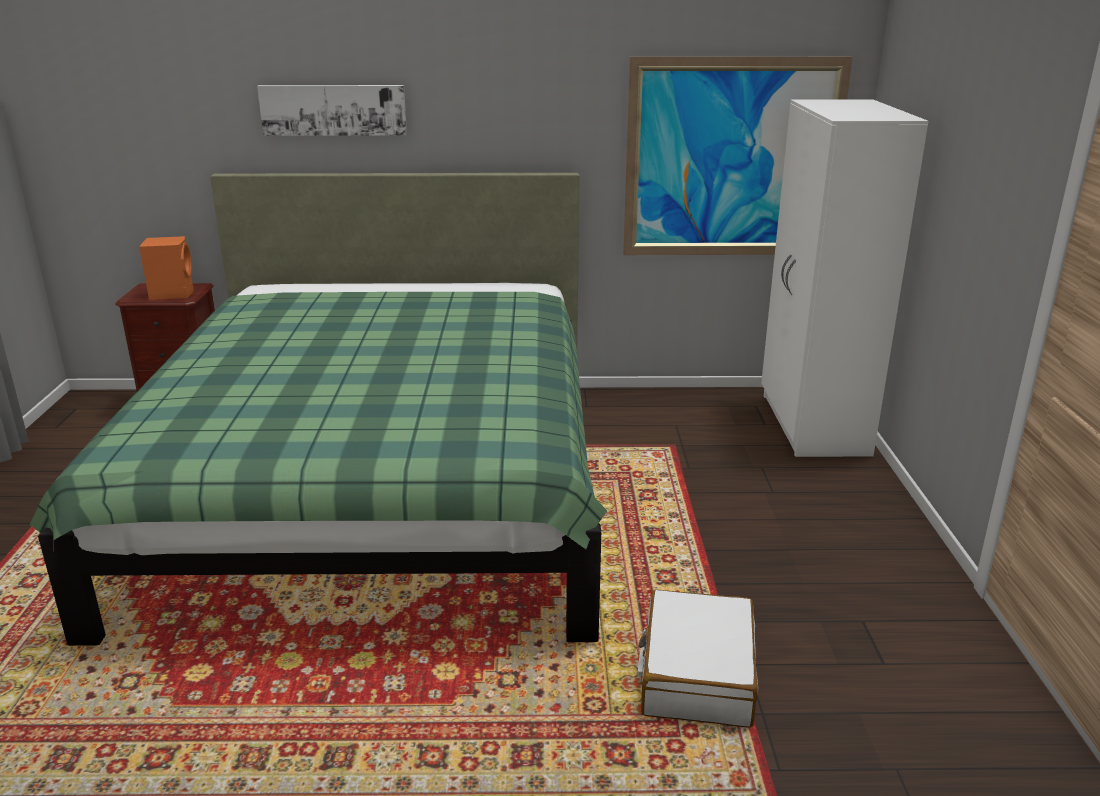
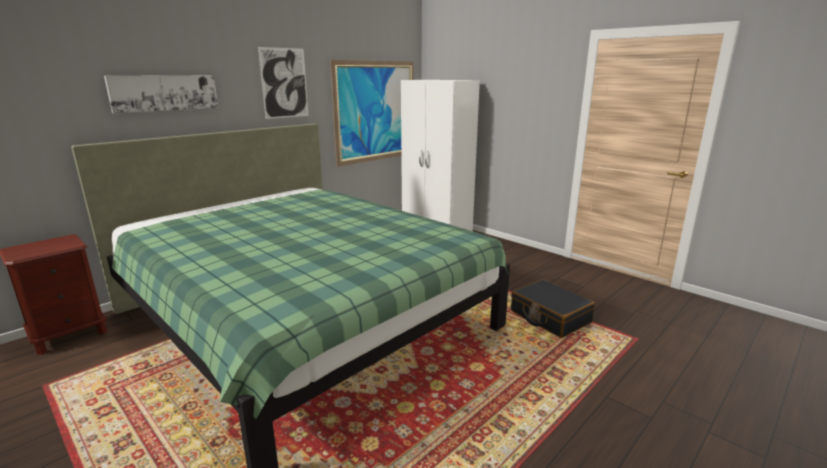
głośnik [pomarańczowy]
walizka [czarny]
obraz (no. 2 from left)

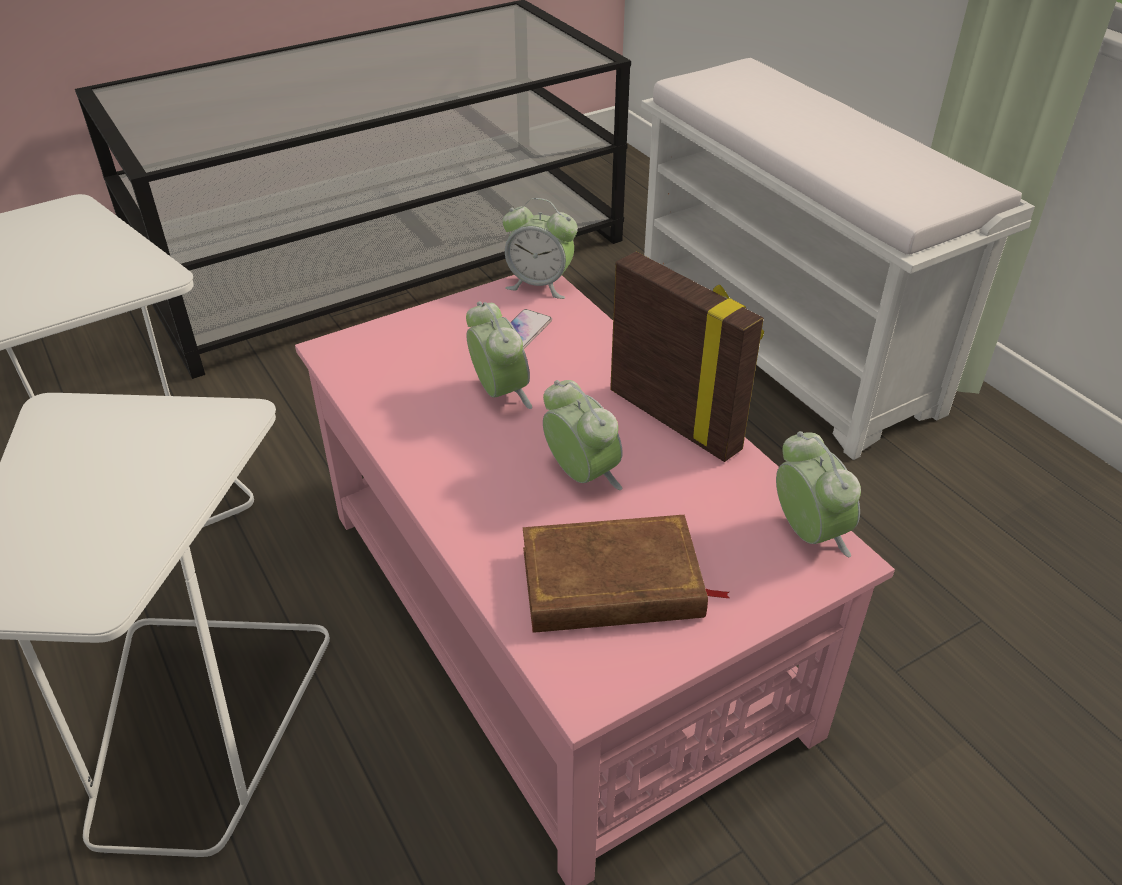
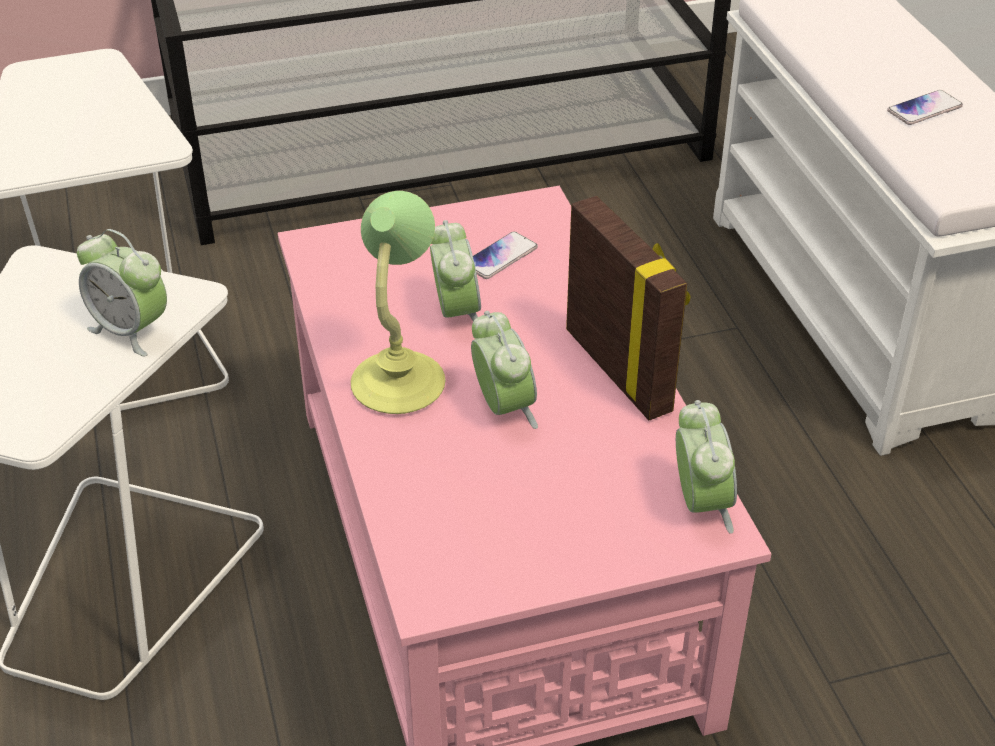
budzik (no. 1 from left)
książka [brązowy]
telefon (no. 2 from left)
lampa stołowa

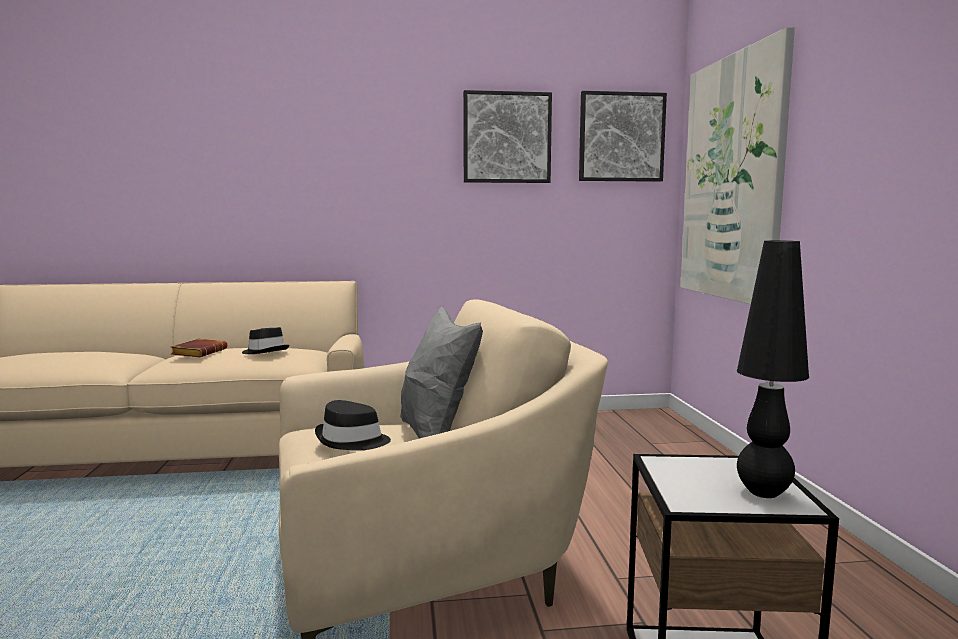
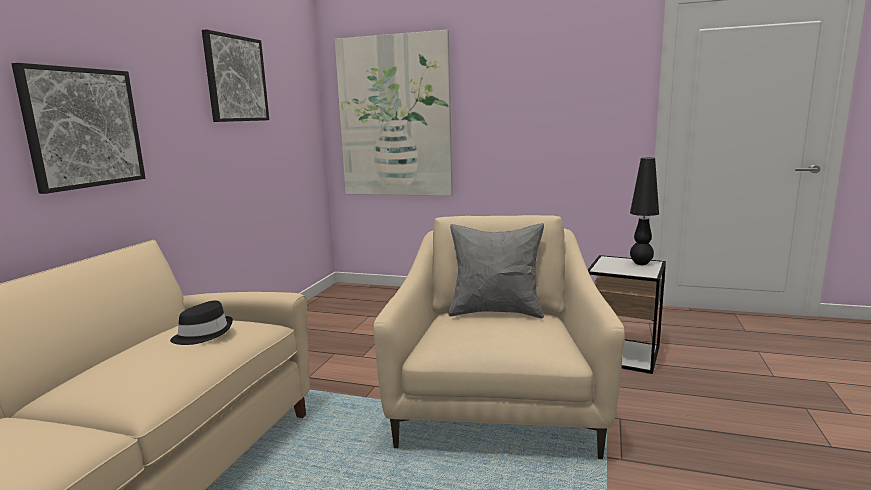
obraz (no. 1 from left)
książka [brązowy]
kapelusz [czarny] (no. 2 from left in the first image)

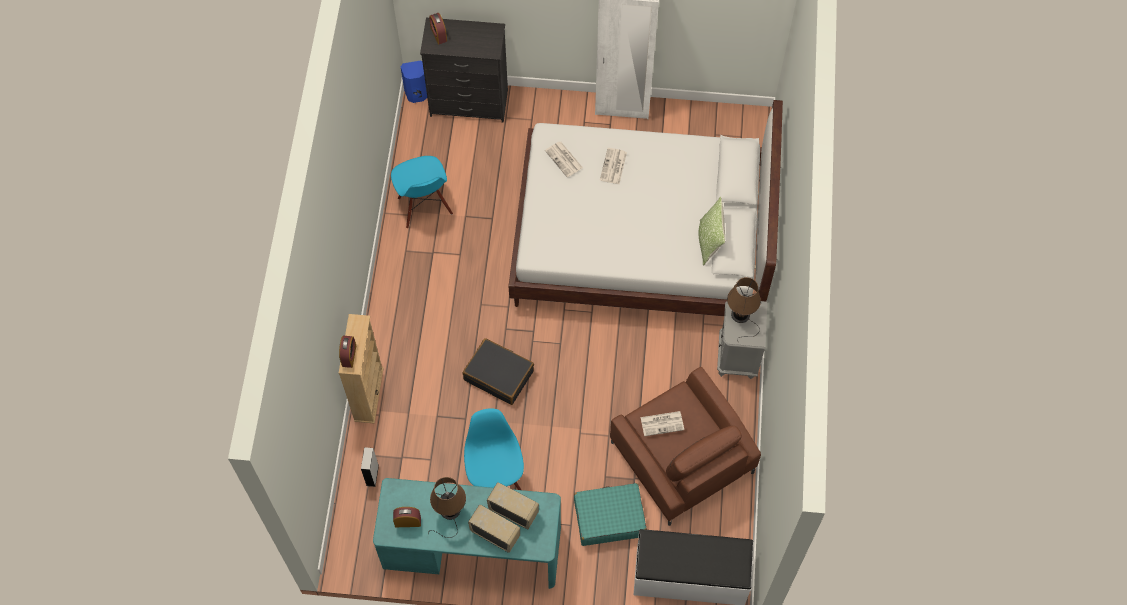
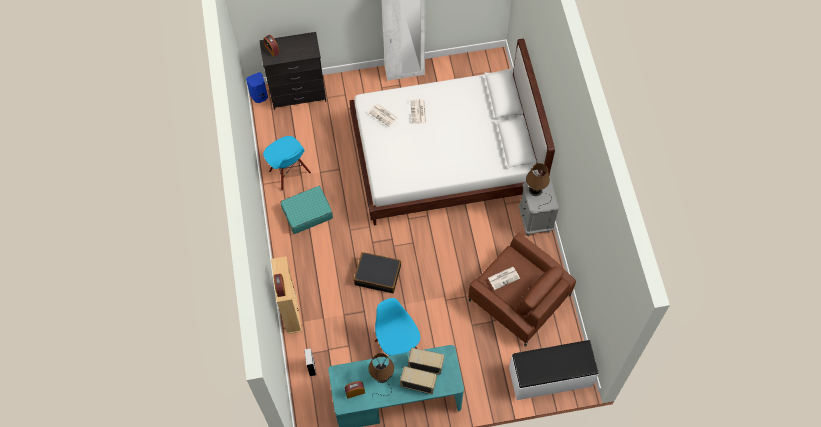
poduszka
walizka [turkusowy]

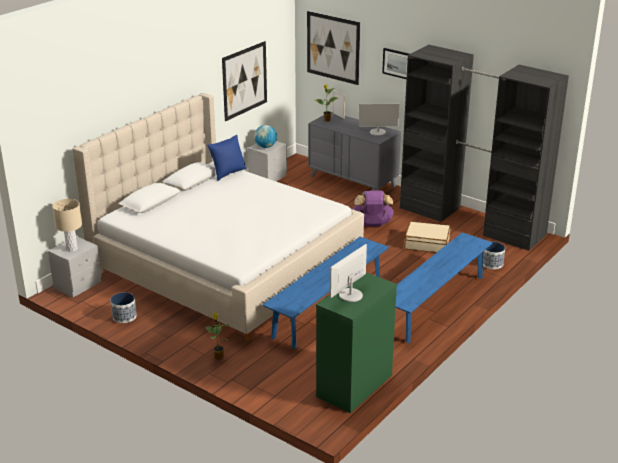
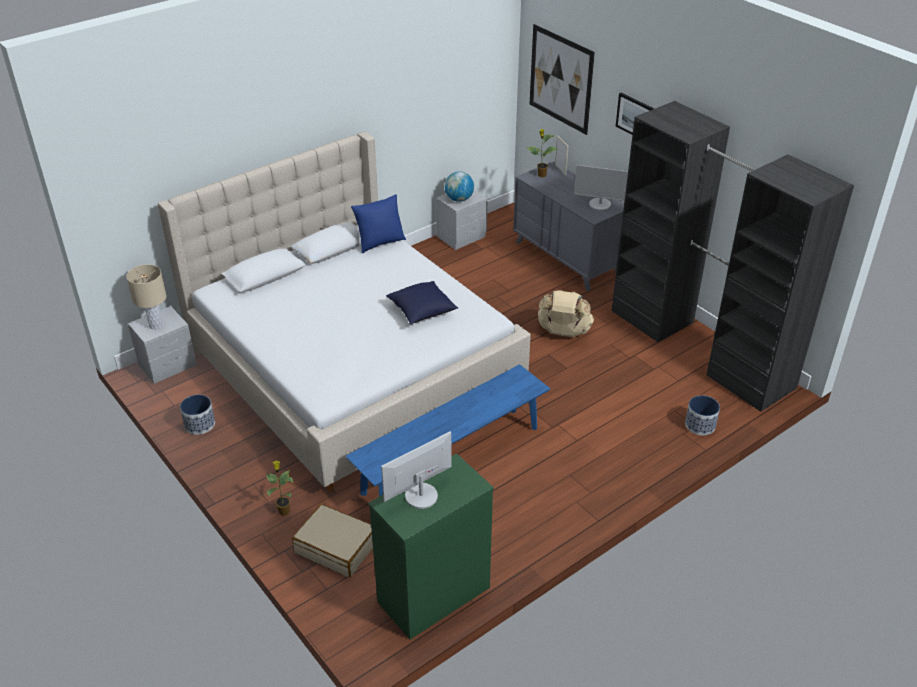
obraz (no. 1 from left in the first image)
plecak [beżowy]
walizka [beżowy]
ławka [niebieski] (no. 2 from left in the first image)
poduszka [niebieski] (no. 2 from left)

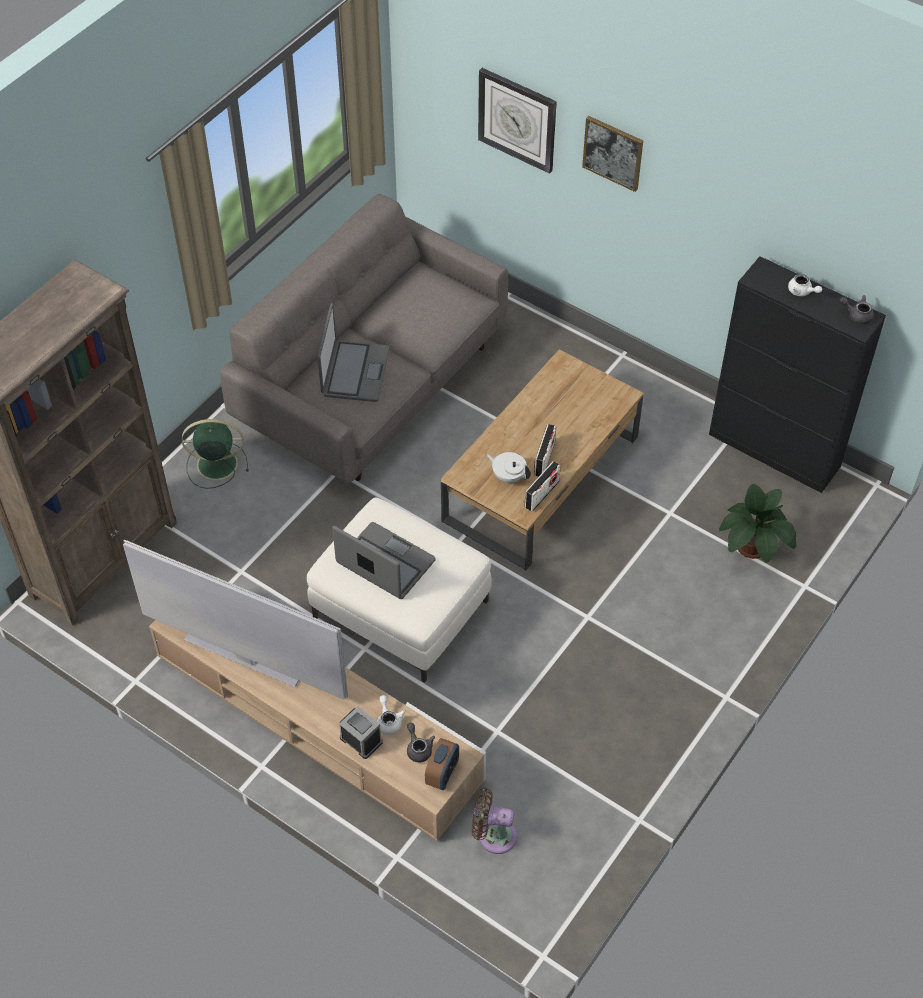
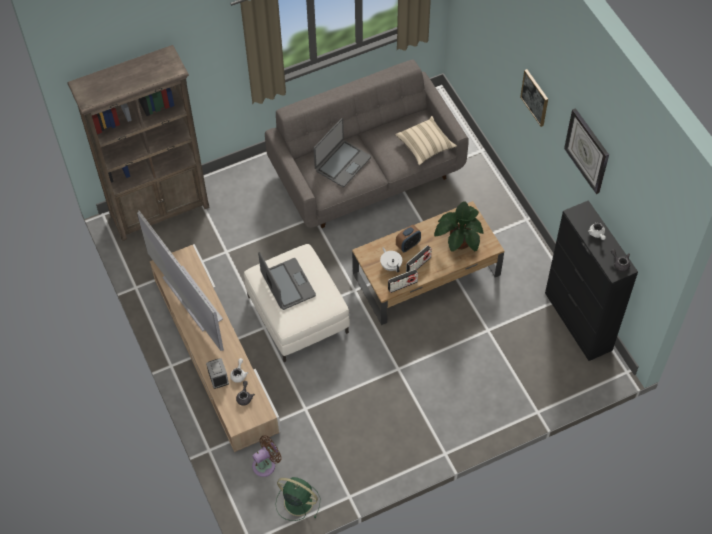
zegar ścienny
wentylator [zielony]
roślina doniczkowa
budzik (no. 2 from left)
wentylator [brązowy]
poduszka [beżowy]

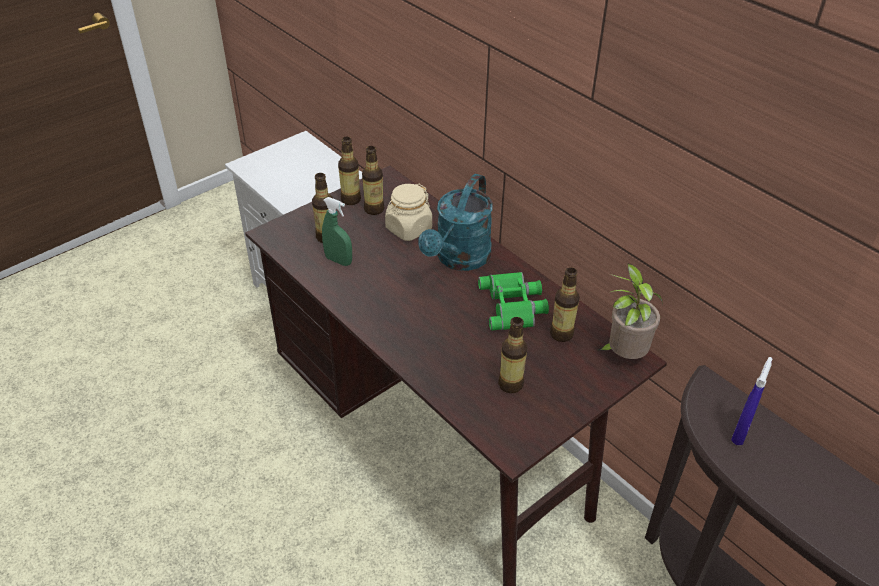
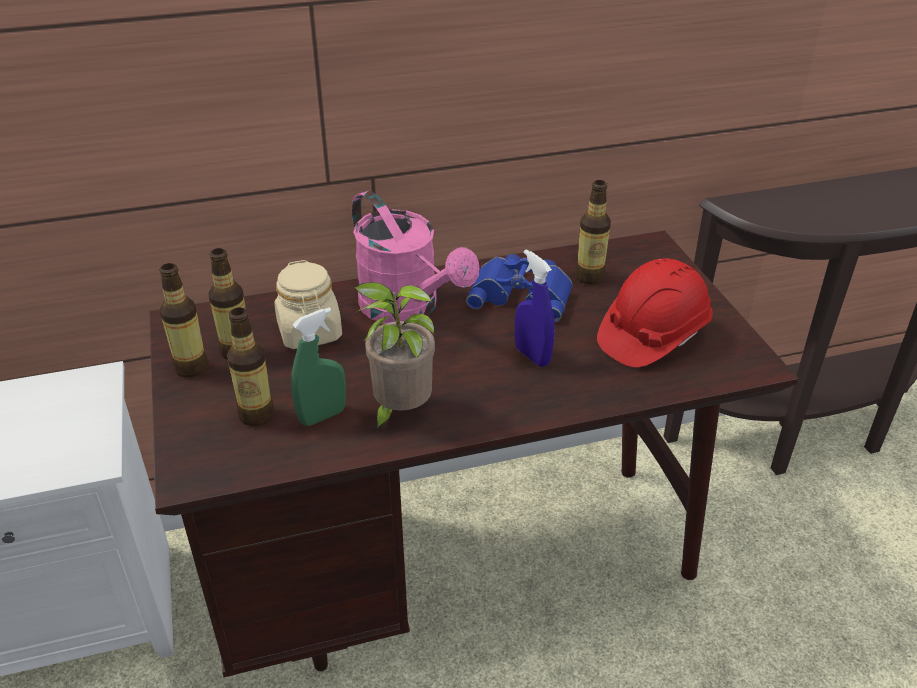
konewka [różowy]
roślina doniczkowa
lornetka [niebieski]
kask [czerwony]
spryskiwacz [niebieski]

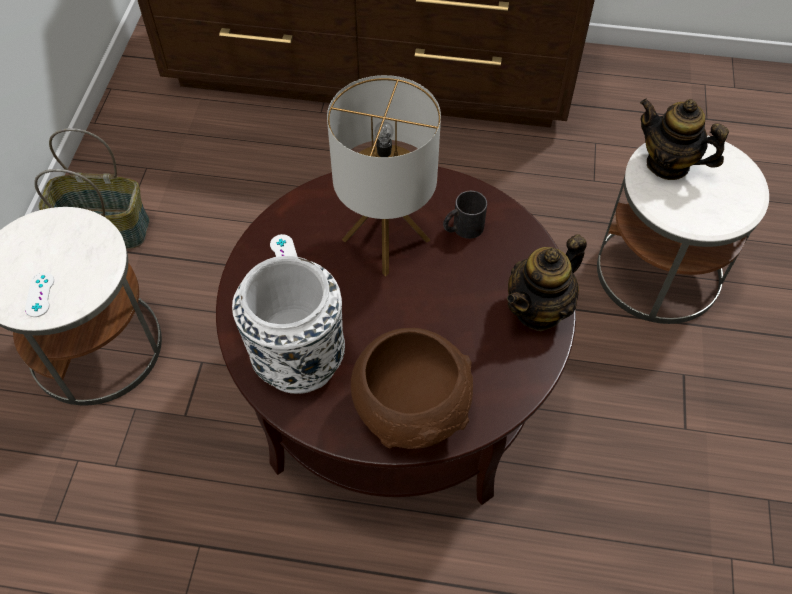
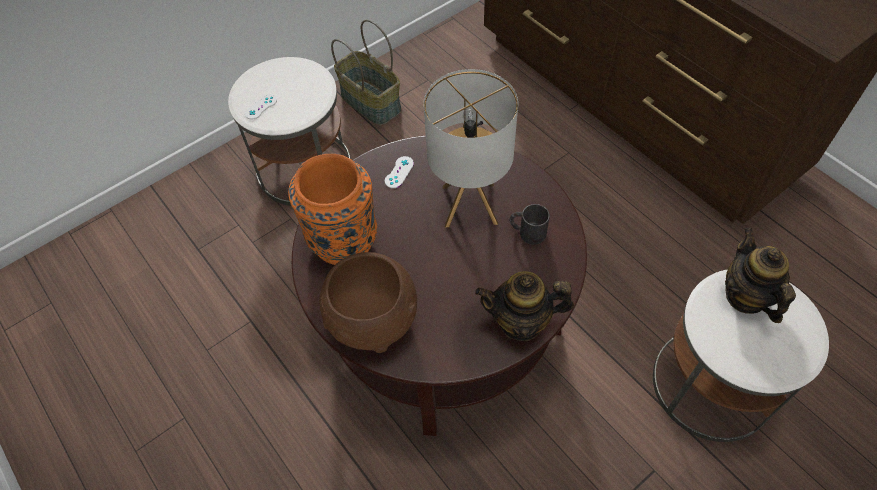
wazon [pomarańczowy]

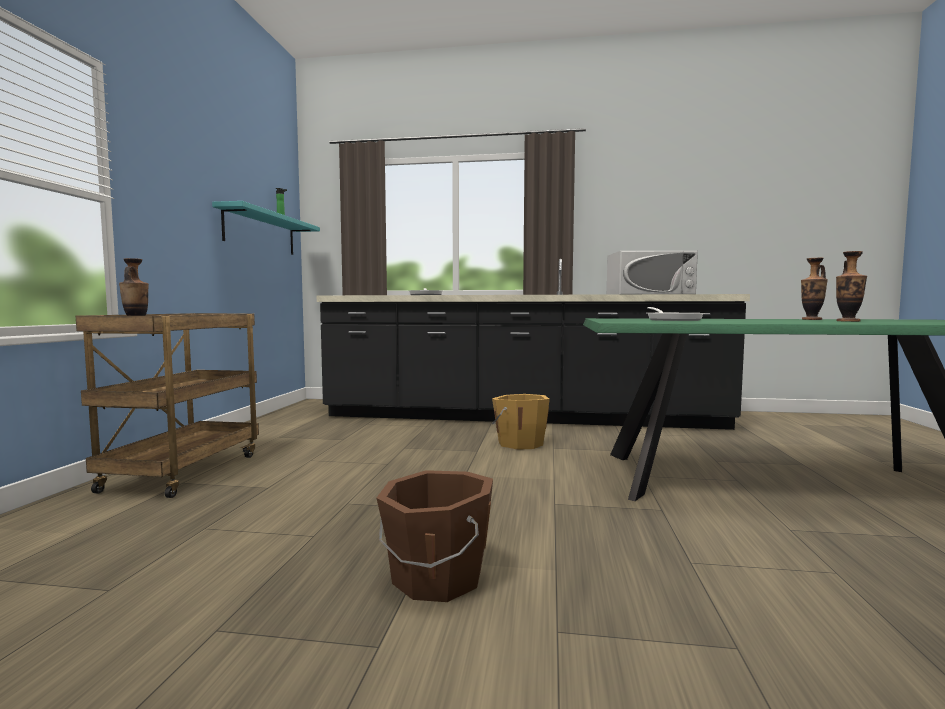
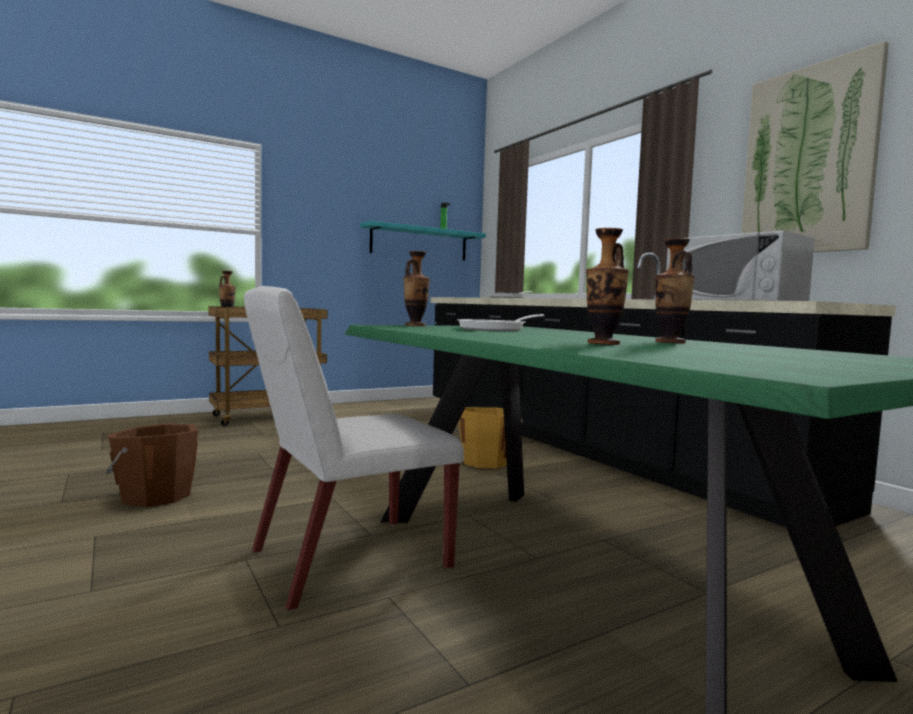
obraz
wazon (no. 2 from left)
krzesło [biały]

